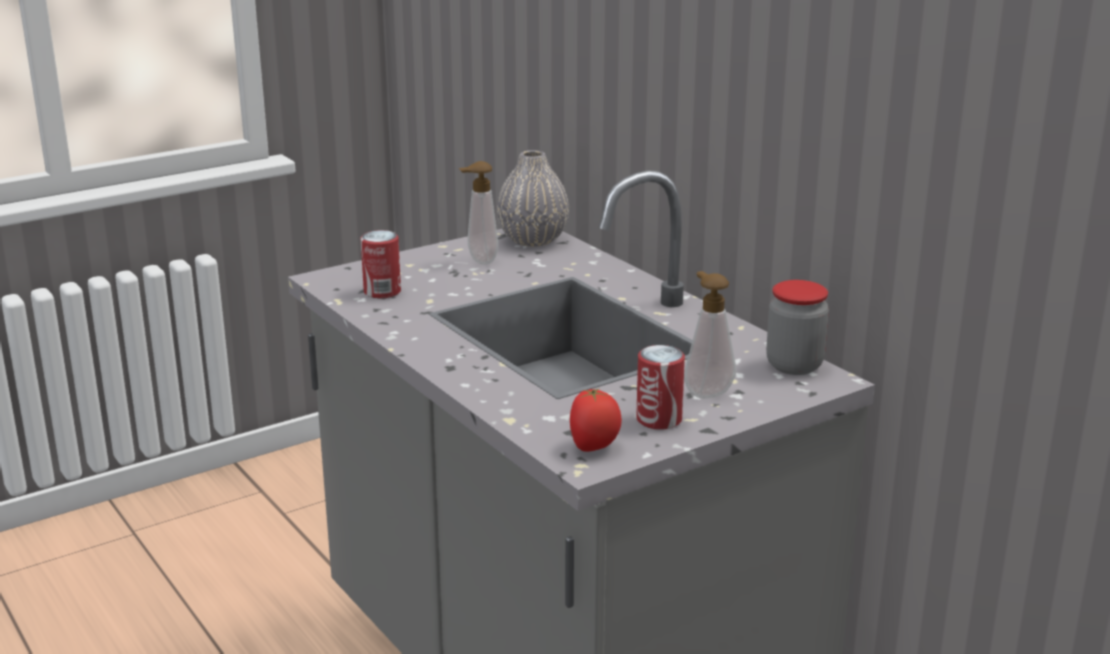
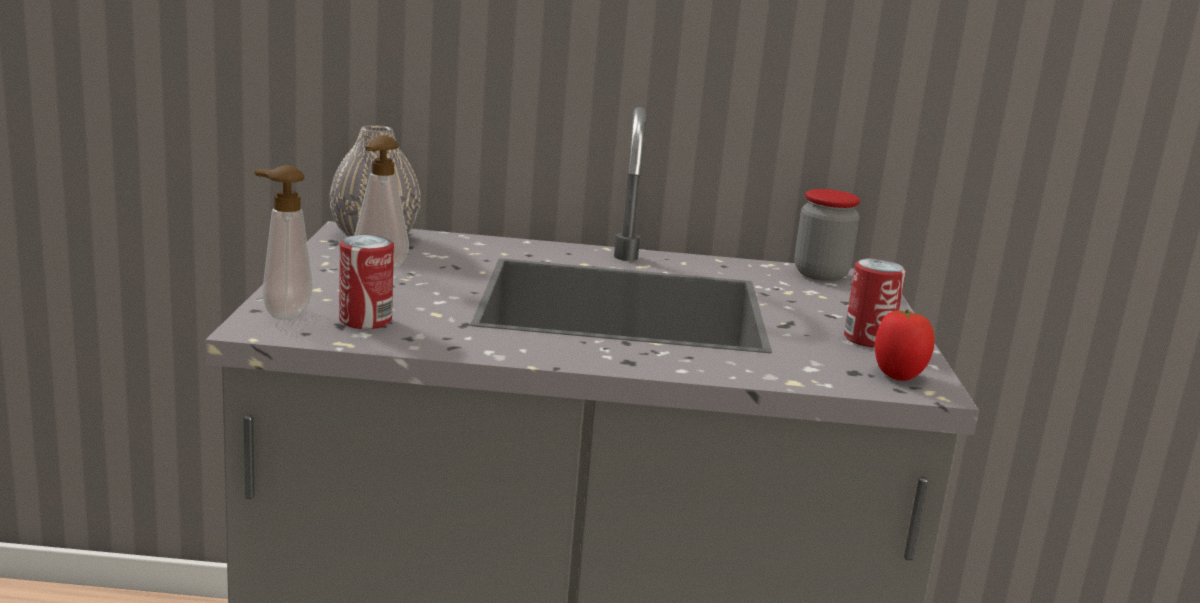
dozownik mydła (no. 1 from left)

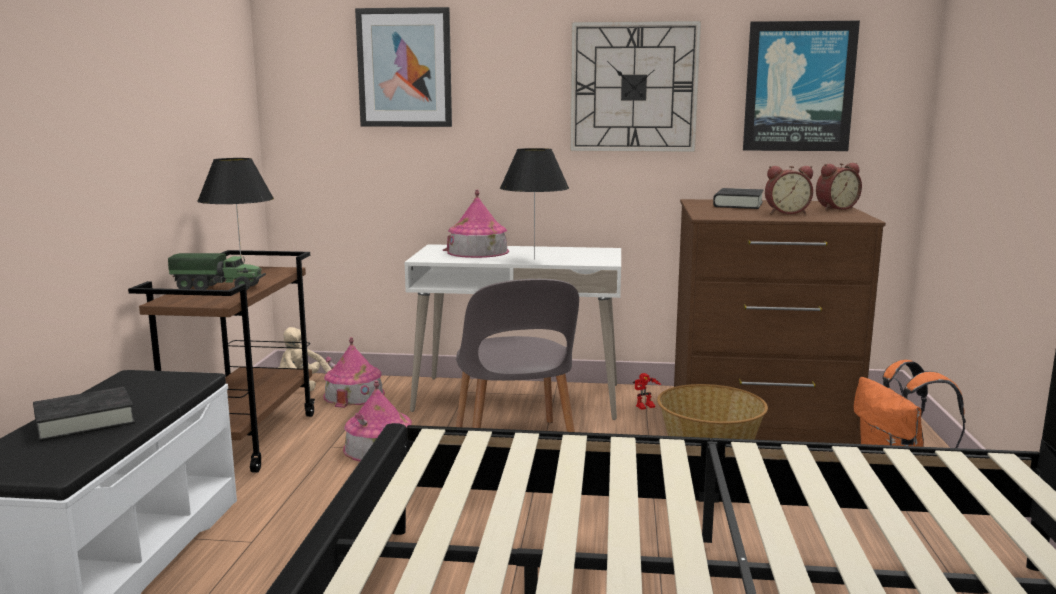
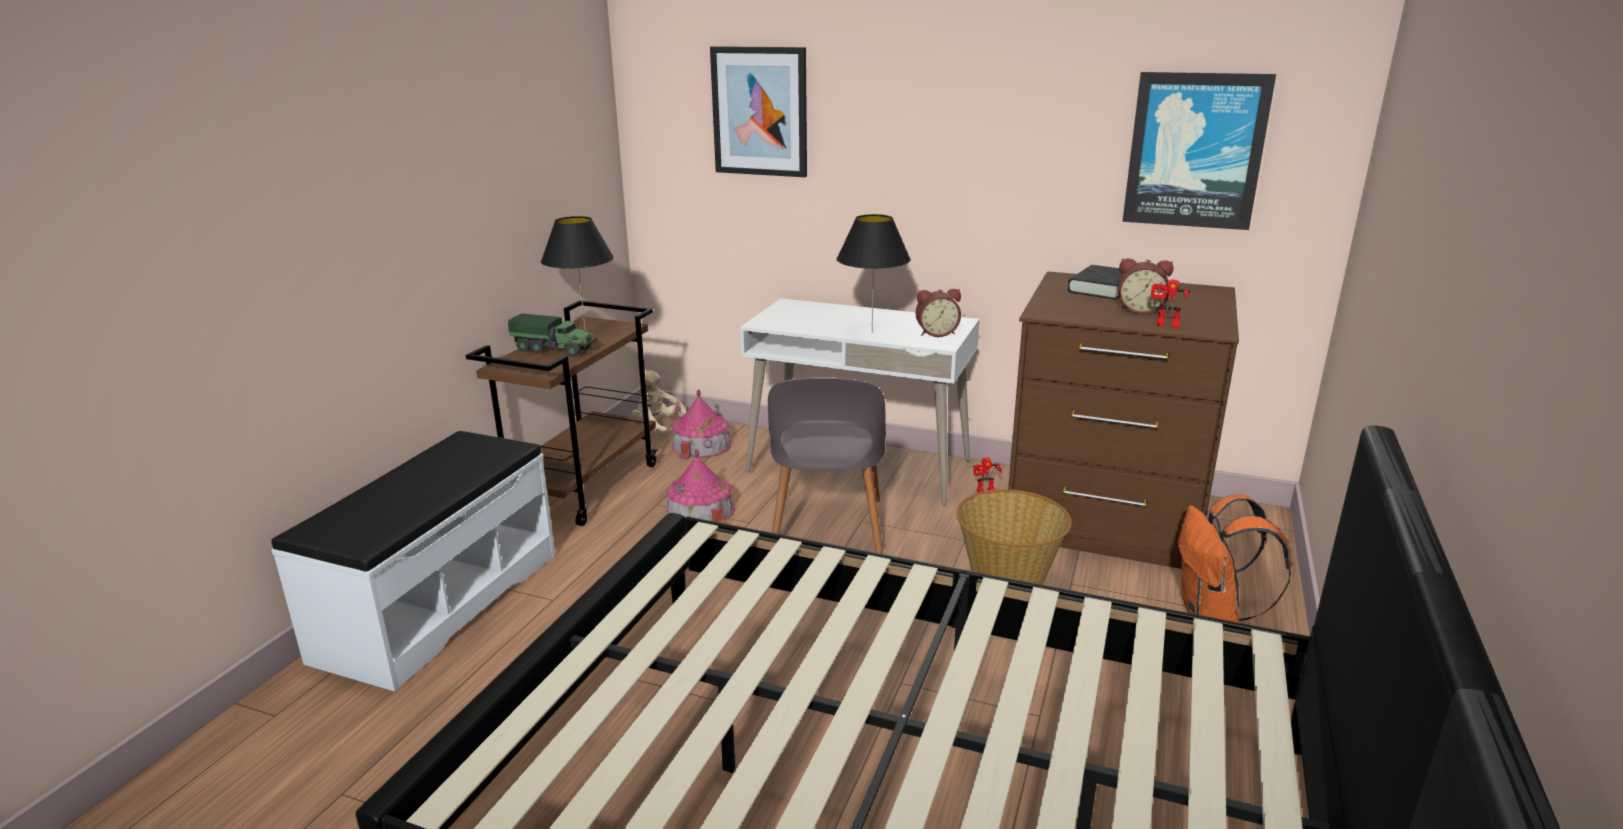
zegar ścienny
budzik (no. 1 from left)
domek (no. 3 from left in the first image)
książka [czarny] (no. 1 from left in the first image)
robot zabawkowy (no. 2 from left)

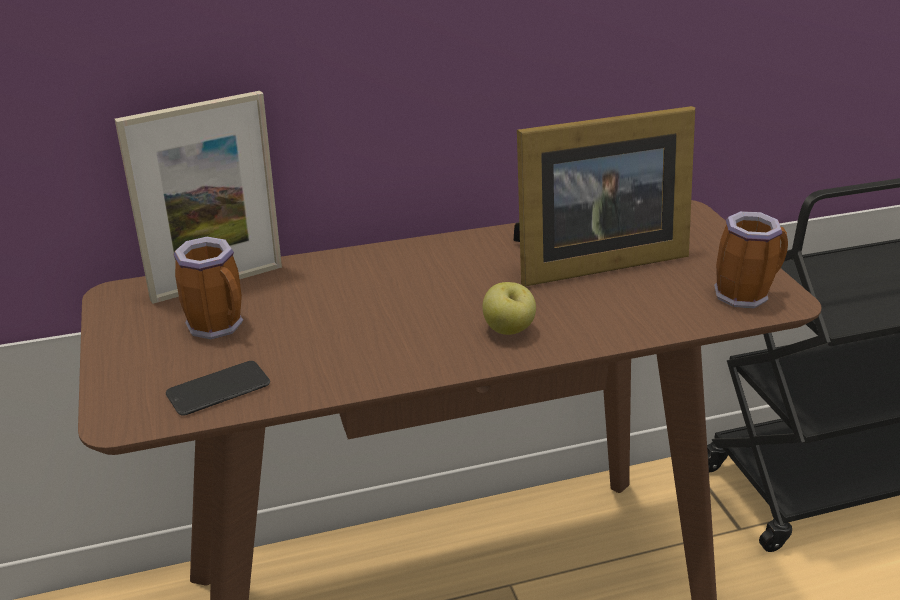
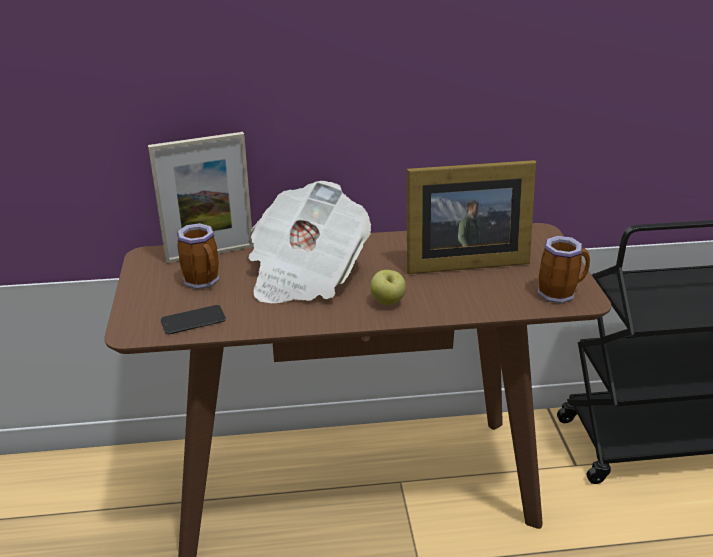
gazeta

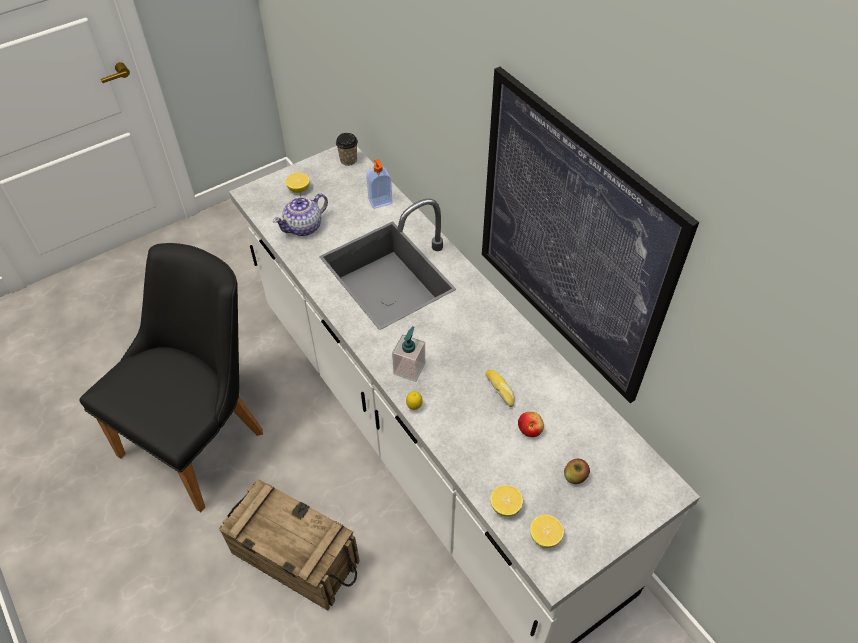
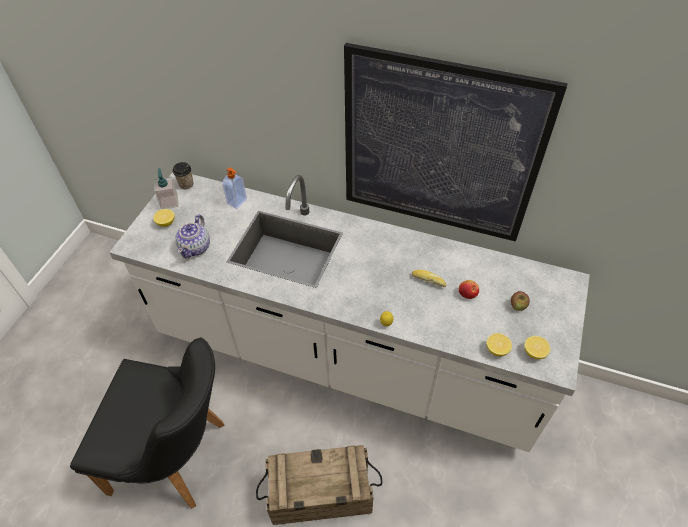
krzesło [czarny]
dozownik mydła (no. 1 from left)

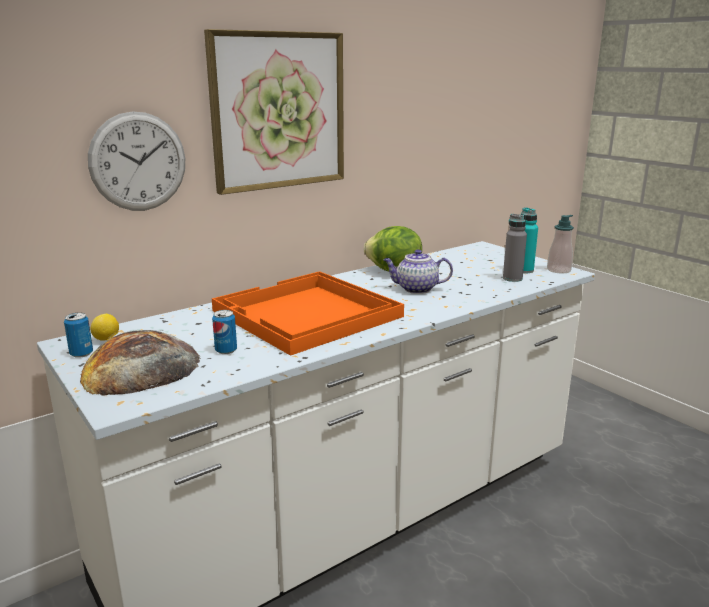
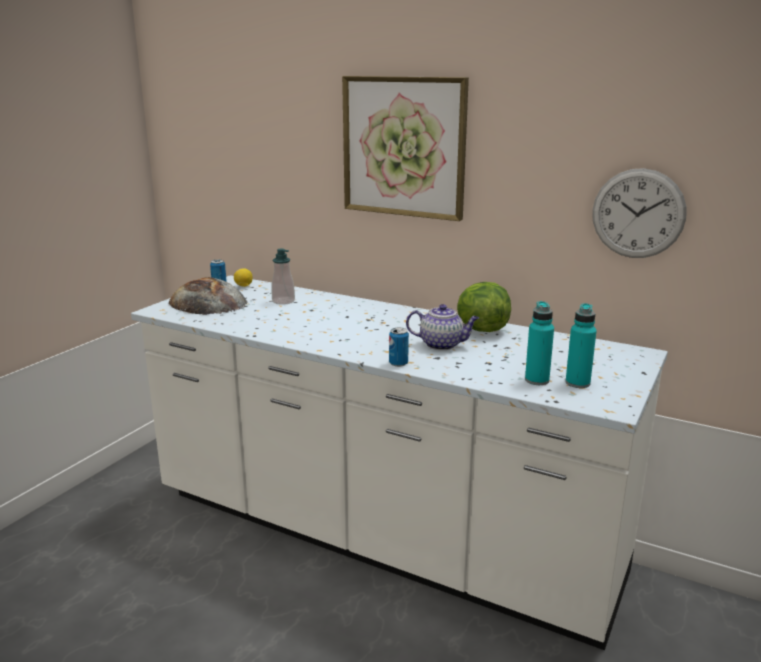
zegar ścienny
butelka [turkusowy] (no. 1 from left)
dozownik mydła
imbryk
taca [pomarańczowy]
puszka (no. 2 from left)

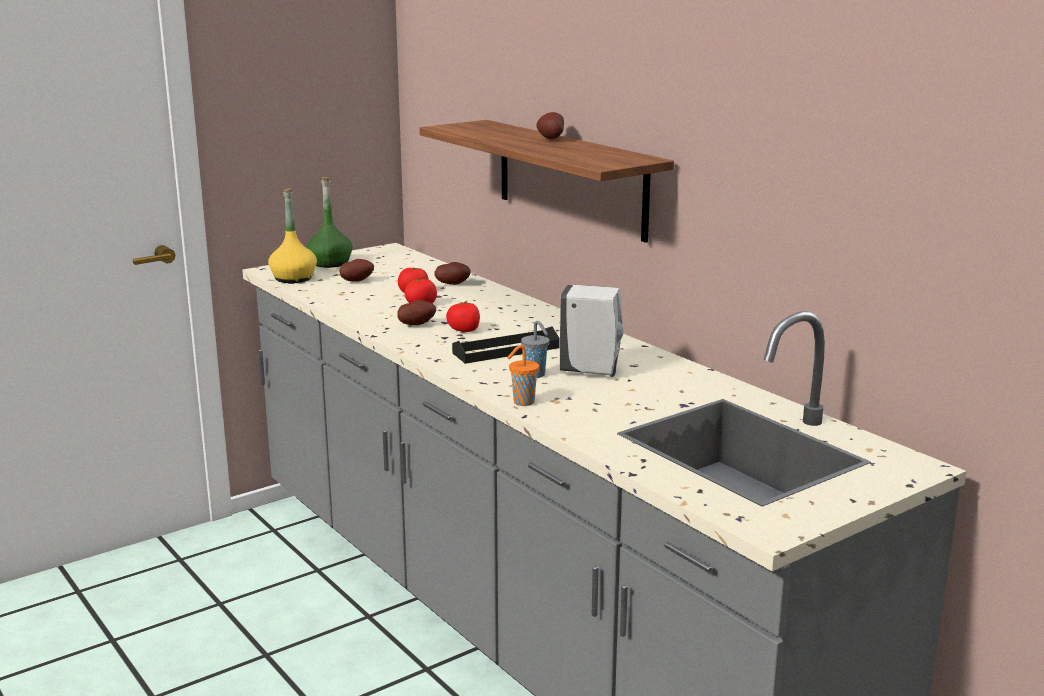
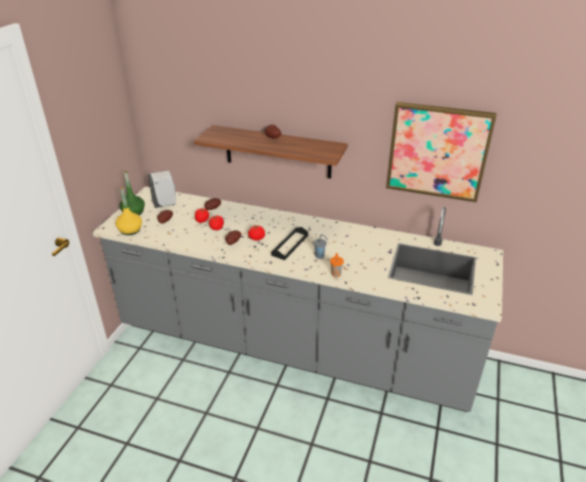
dozownik mydła [biały]
obraz

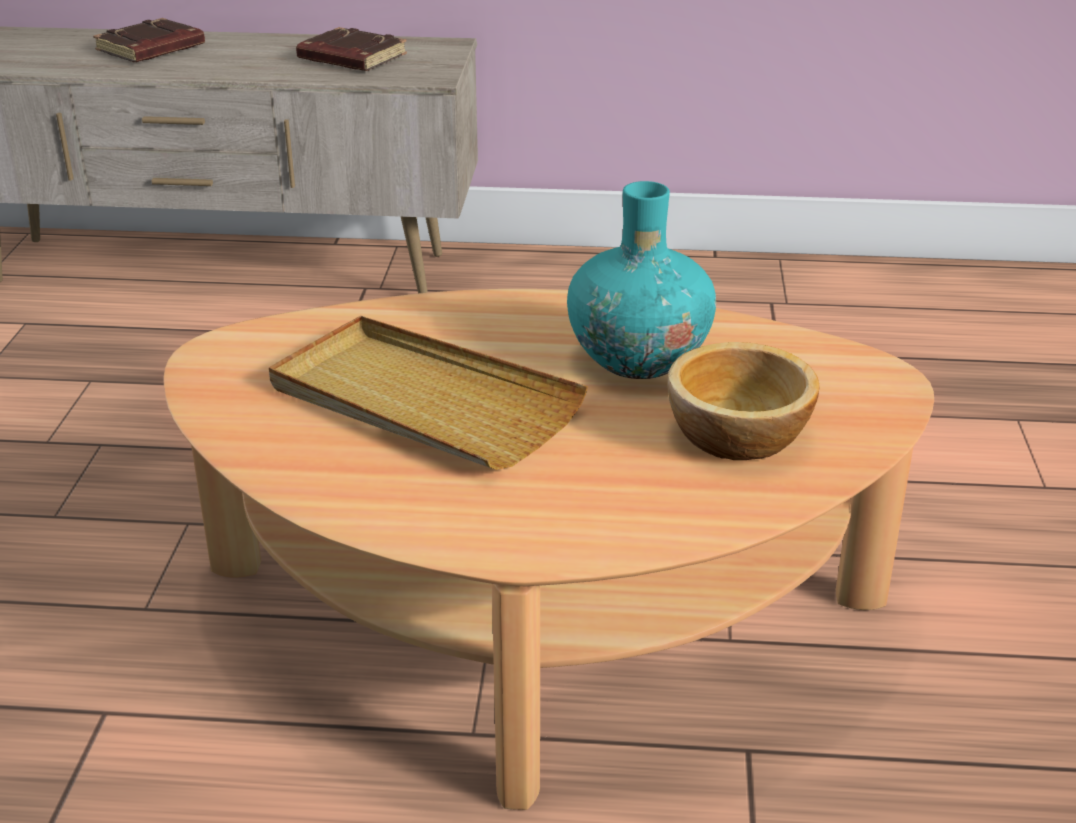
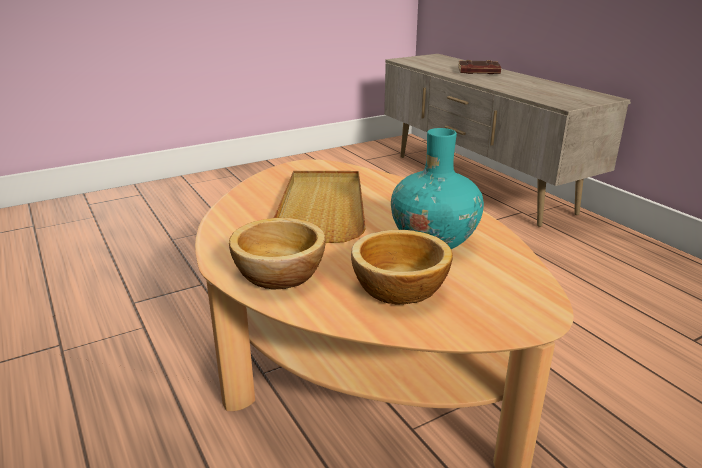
książka [brązowy] (no. 2 from left in the first image)
miska (no. 1 from left)

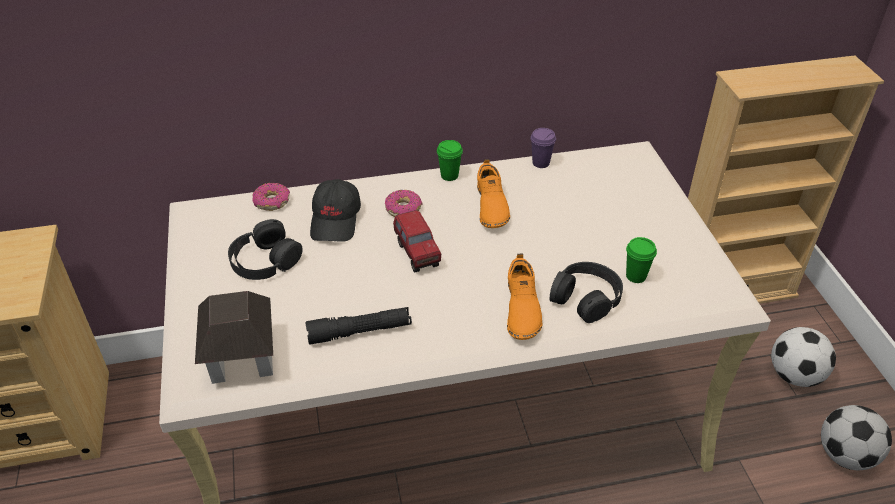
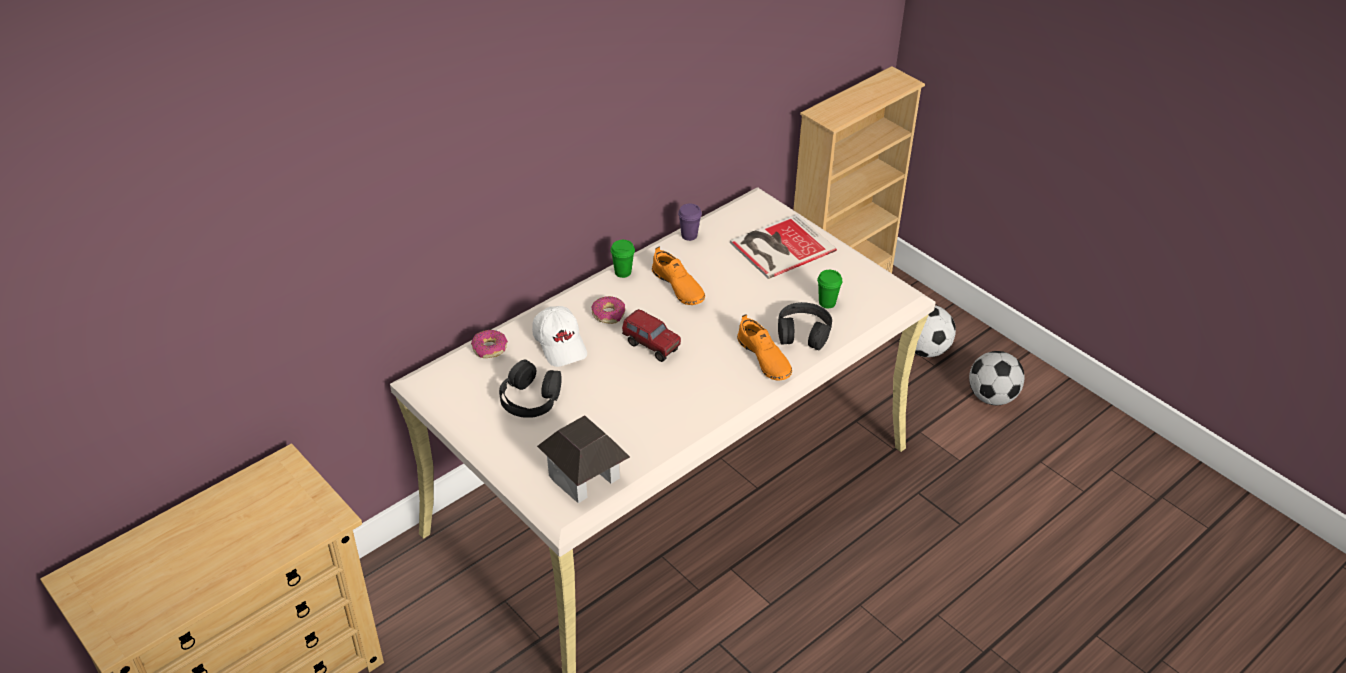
czapka z daszkiem [biały]
latarka [czarny]
książka

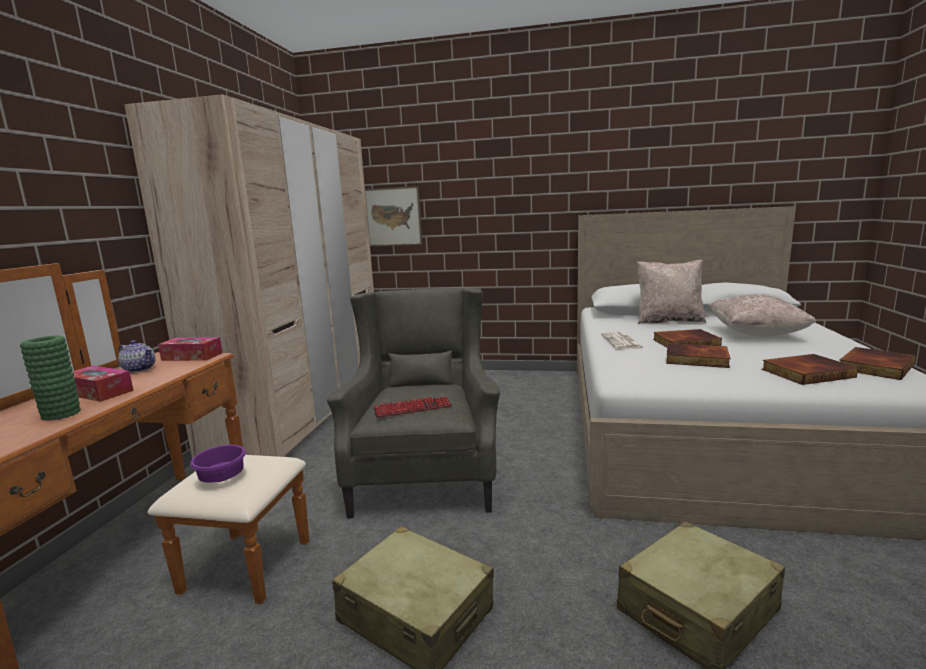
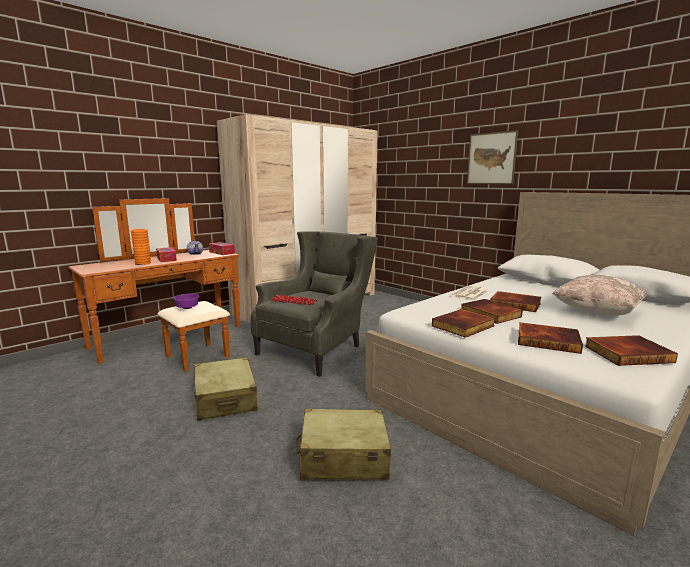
obraz
poduszka [beżowy] (no. 1 from left in the first image)
wazon [pomarańczowy]
książka (no. 1 from left)

